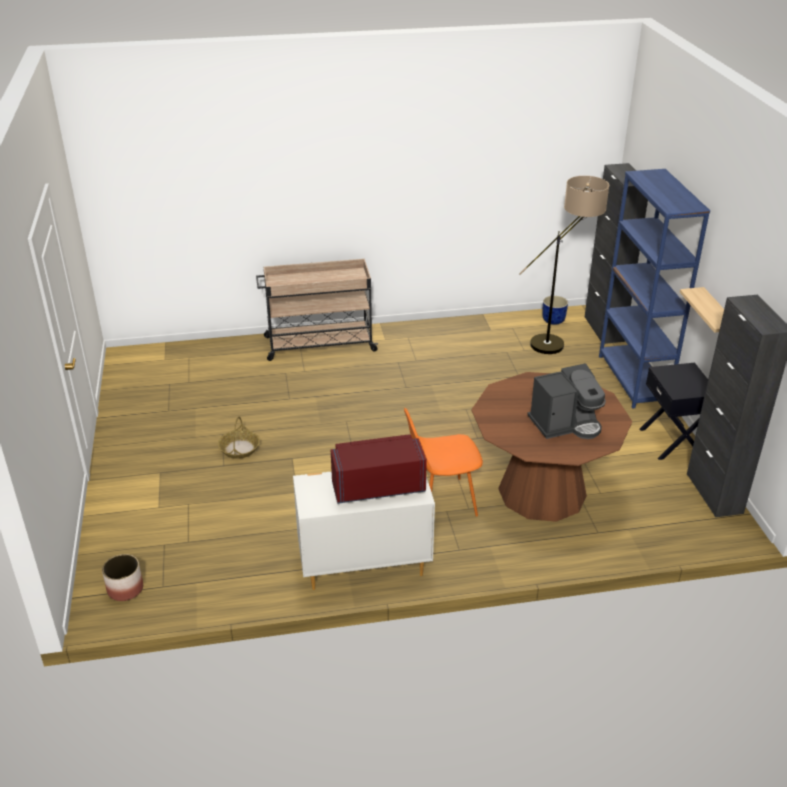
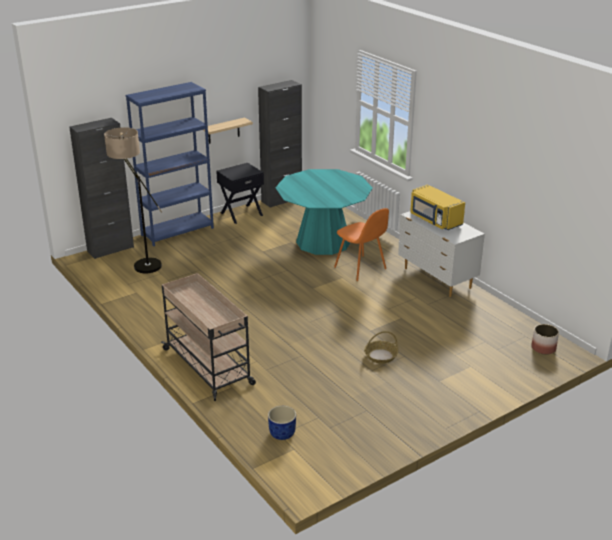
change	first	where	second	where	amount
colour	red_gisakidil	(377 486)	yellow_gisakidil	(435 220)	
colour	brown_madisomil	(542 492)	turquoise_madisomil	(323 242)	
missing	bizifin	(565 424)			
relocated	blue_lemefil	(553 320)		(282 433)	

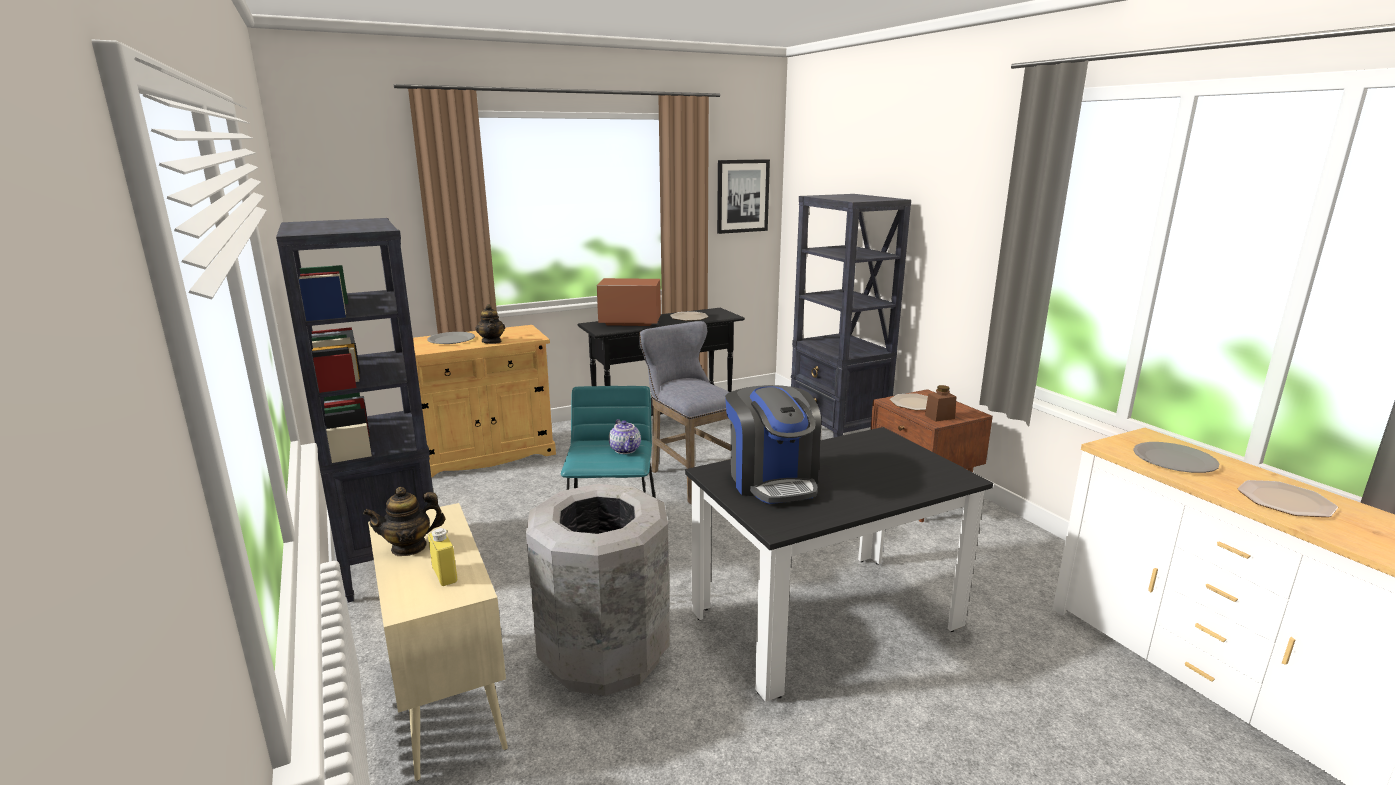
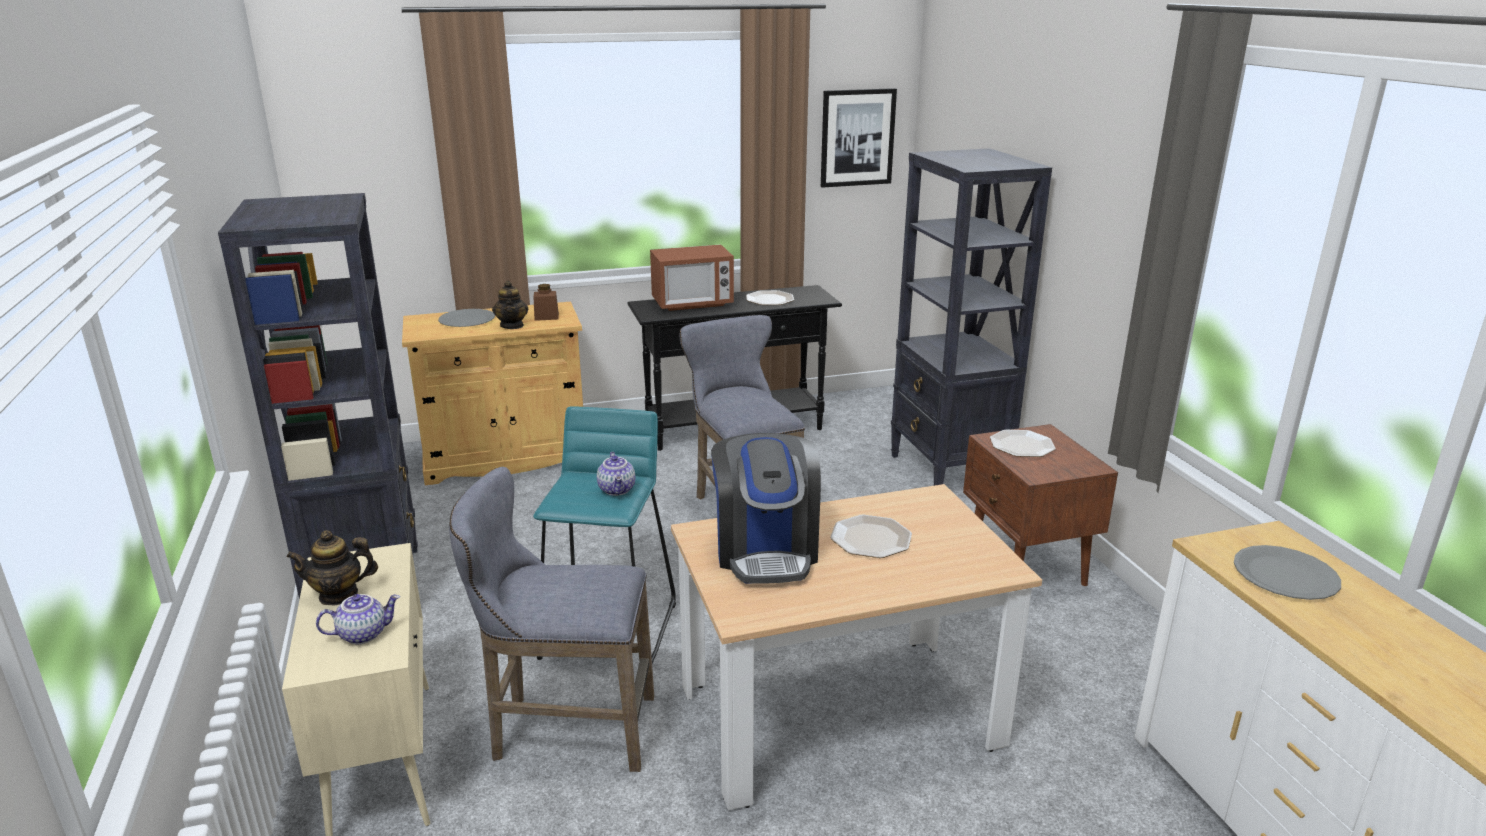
change	first	where	second	where	amount
exchanged	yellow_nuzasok	(444 575)	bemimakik	(363 634)	
exchanged	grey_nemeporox	(603 655)	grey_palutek	(565 730)	
spun	gisakidil	(630 322)		(692 303)	150 degrees clockwise
colour	black_madisomil	(826 619)	beige_madisomil	(839 717)	
relocated	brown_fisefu	(939 417)		(546 317)	
relocated	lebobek	(1286 501)		(871 539)	

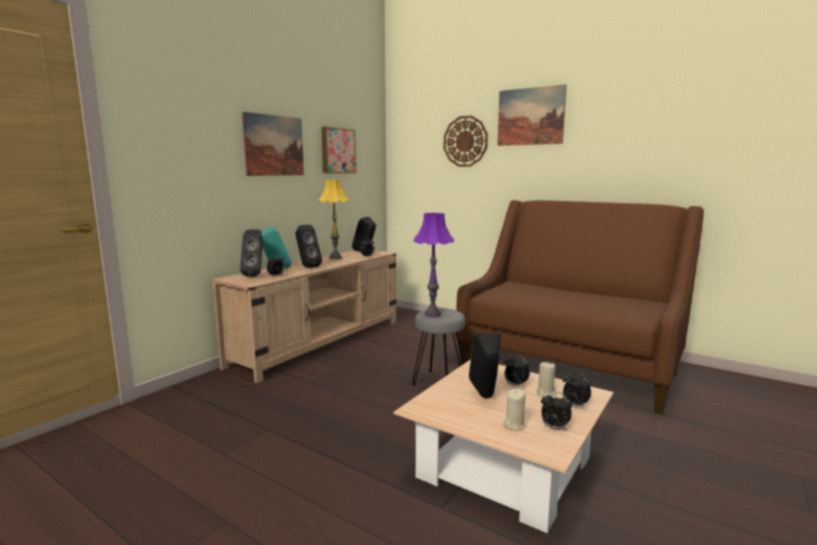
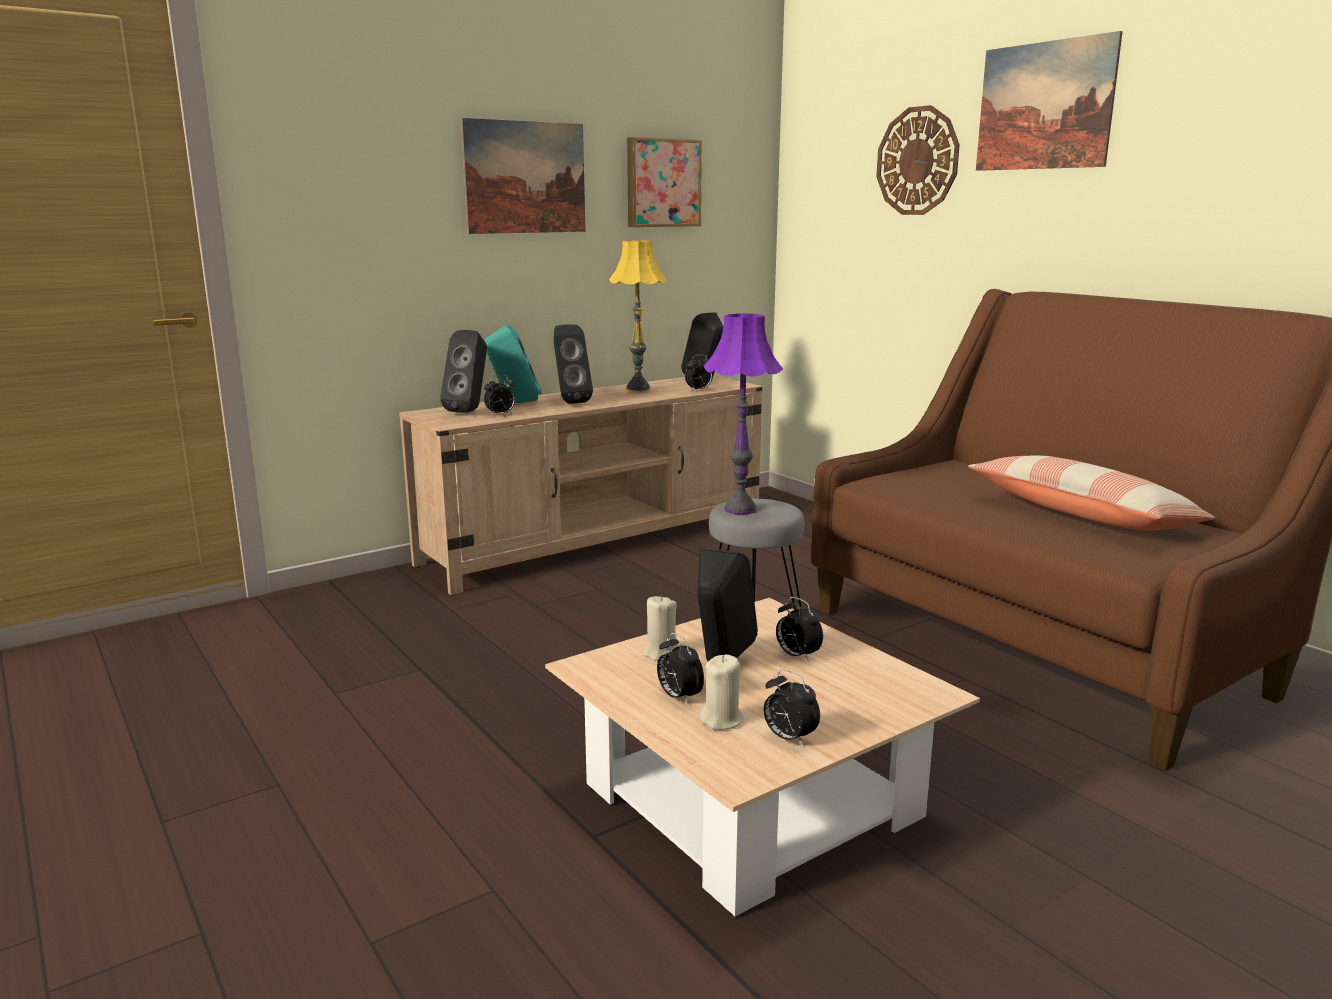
change	first	where	second	where	amount
relocated	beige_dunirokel	(546 393)		(661 653)	
relocated	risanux	(574 406)		(678 697)	
appeared			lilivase	(1082 515)	

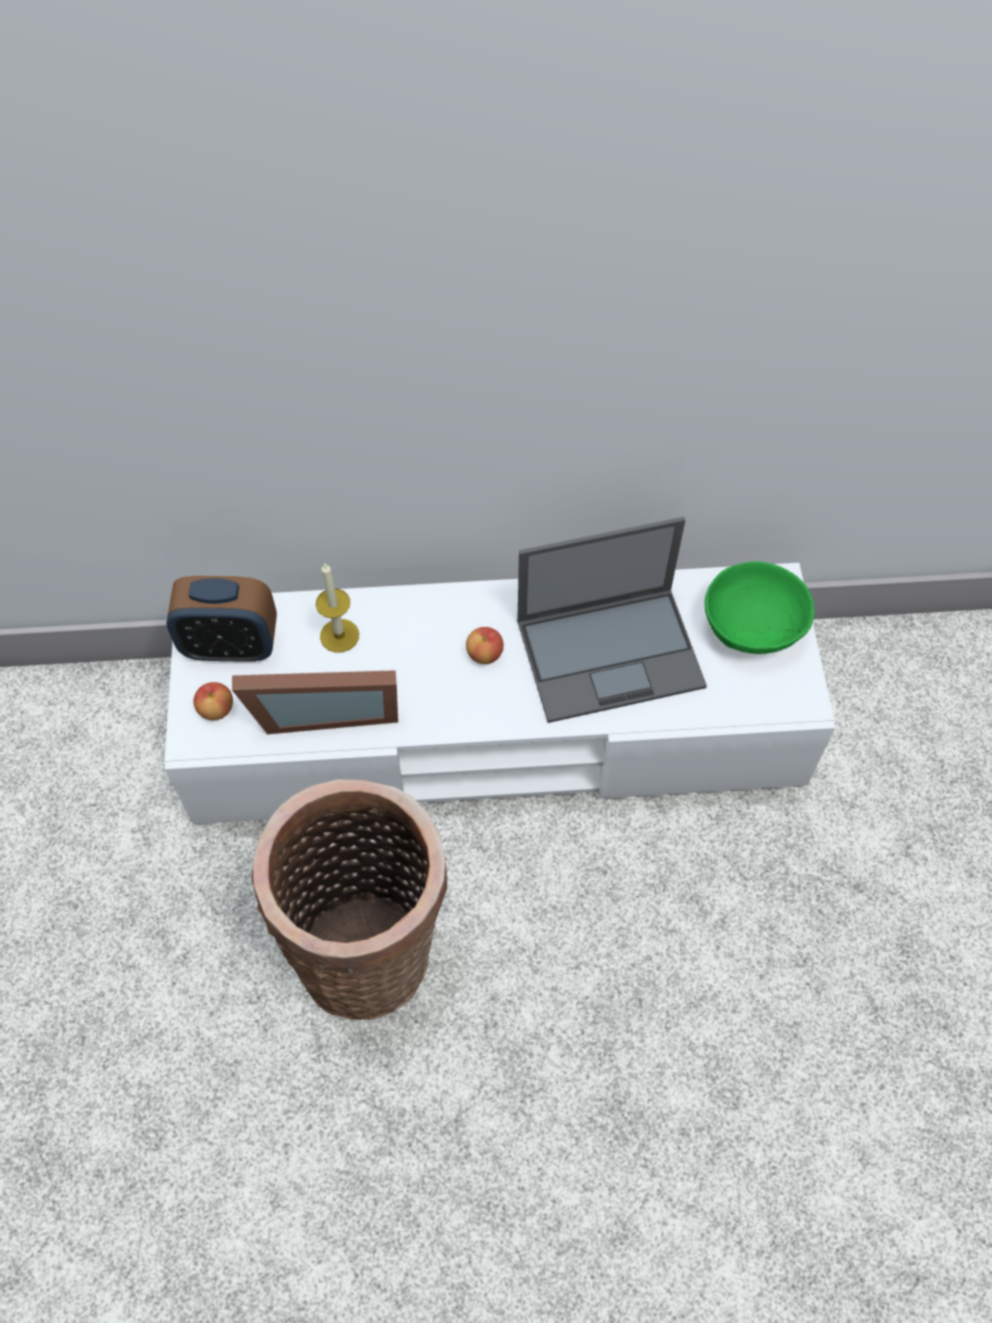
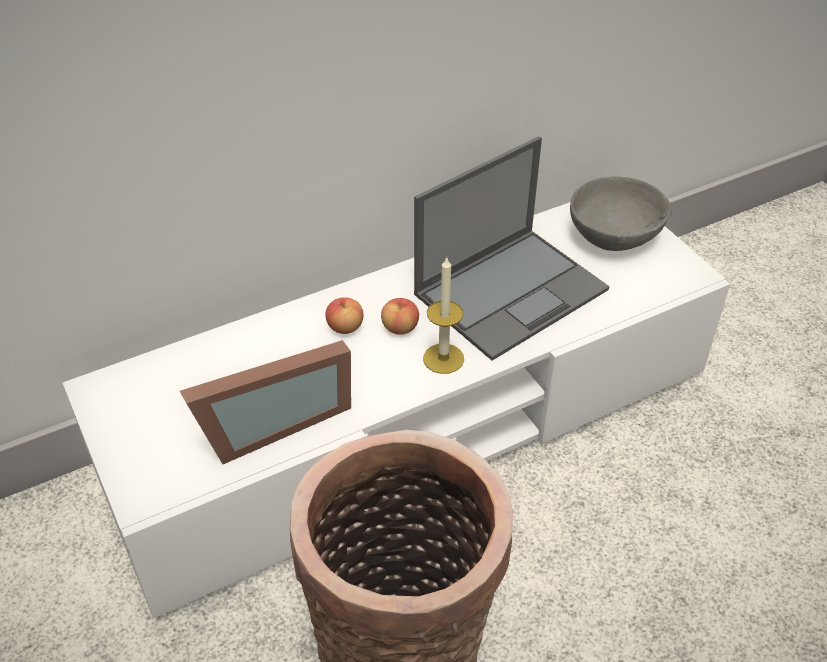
change	first	where	second	where	amount
missing	risanux	(231 646)			
relocated	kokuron	(216 709)		(345 327)	
relocated	dunirokel	(339 635)		(443 358)	
colour	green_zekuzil	(753 628)	grey_zekuzil	(615 237)	

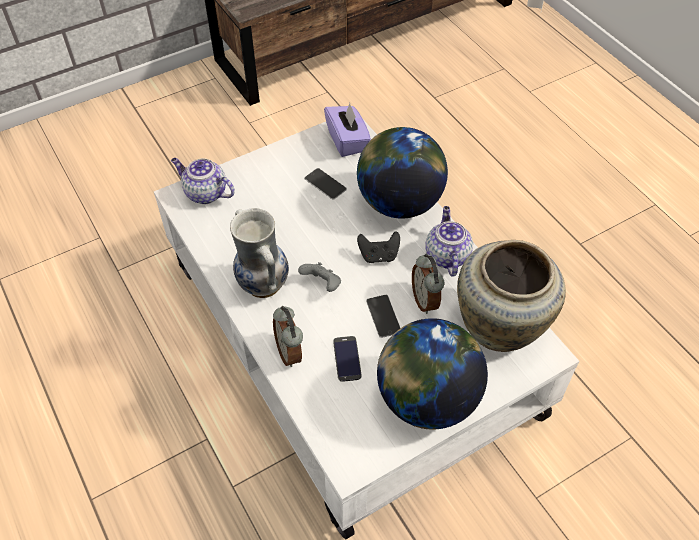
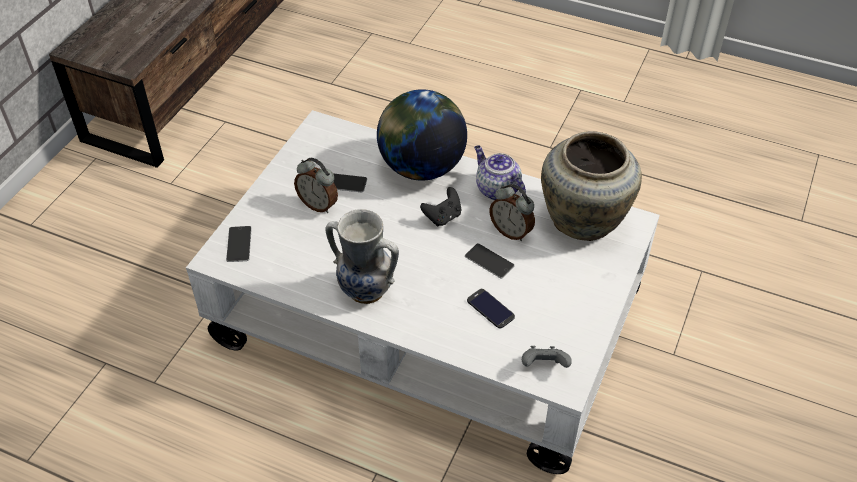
change	first	where	second	where	amount
exchanged	bemimakik	(205 193)	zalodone	(239 244)	
relocated	risanux	(290 352)		(318 204)	
relocated	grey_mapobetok	(322 284)		(544 366)	
missing	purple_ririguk	(347 141)			
missing	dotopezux	(426 399)			

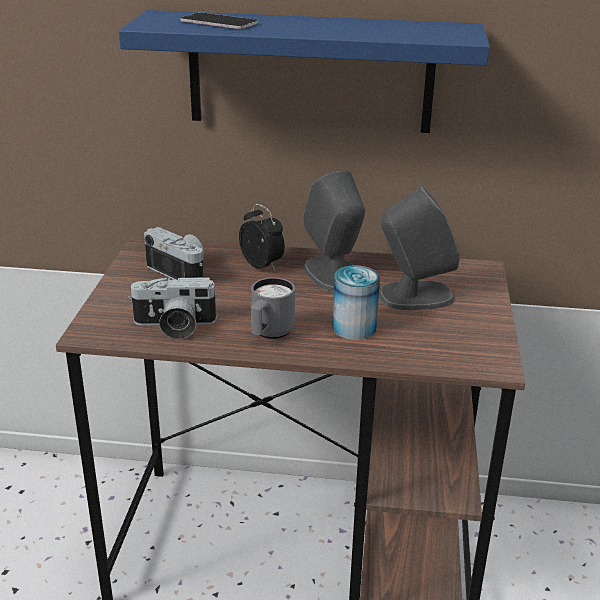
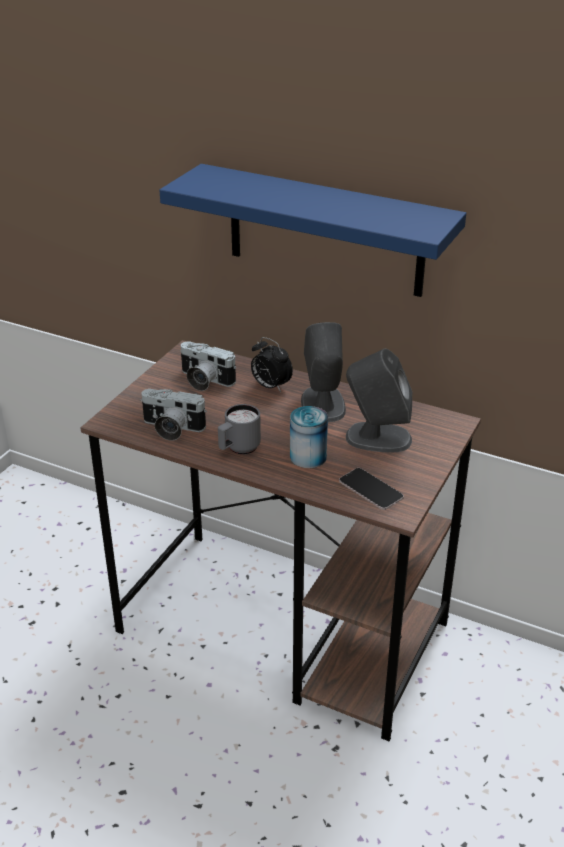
change	first	where	second	where	amount
spun	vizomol	(182 271)		(204 381)	150 degrees clockwise
relocated	zalodone	(219 22)		(370 489)	
spun	risanux	(262 266)		(270 386)	150 degrees clockwise

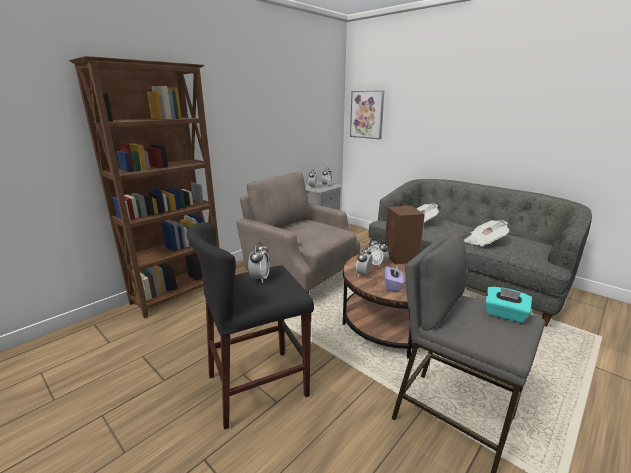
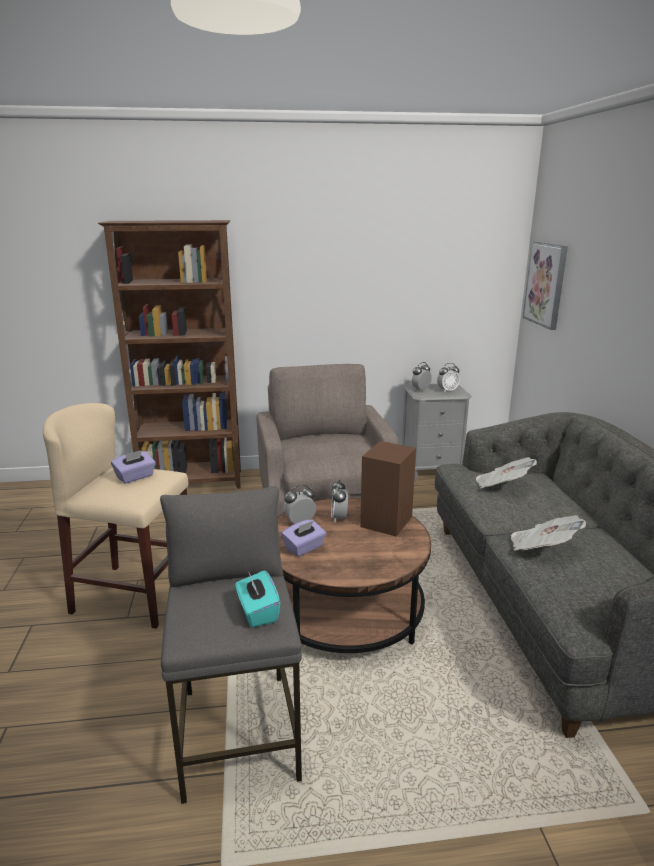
change	first	where	second	where	amount
colour	black_palutek	(258 385)	beige_palutek	(134 596)	
exchanged	risanux	(260 278)	purple_ririguk	(135 477)	

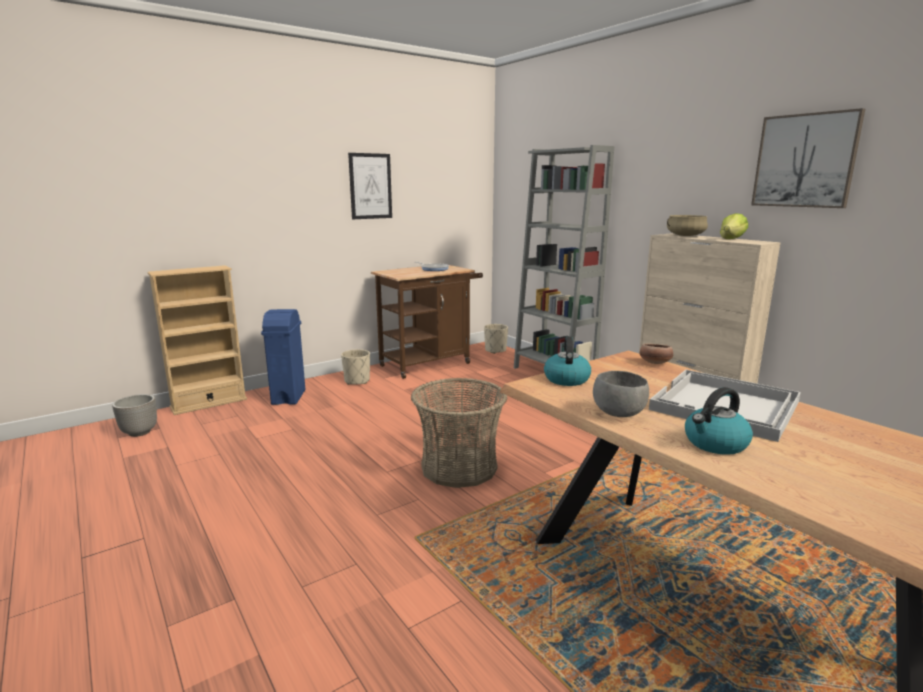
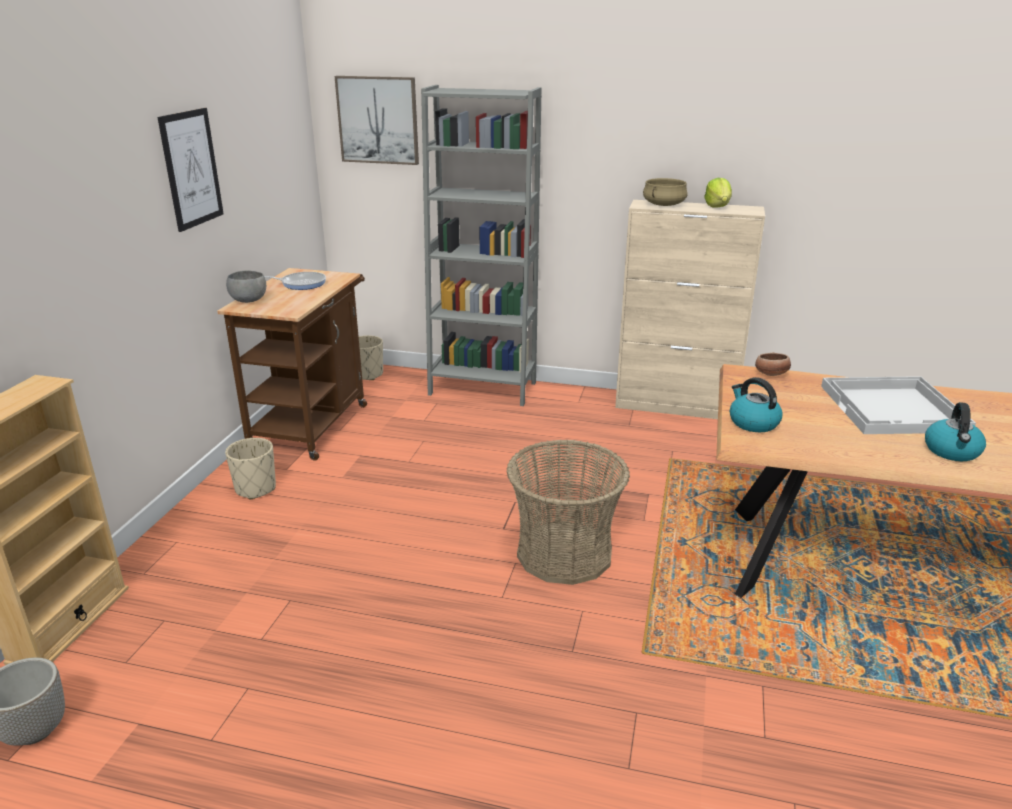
change	first	where	second	where	amount
missing	blue_nemeporox	(289 397)			
relocated	grey_zekuzil	(618 413)		(248 301)	
relocated	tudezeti	(805 161)		(378 120)	

